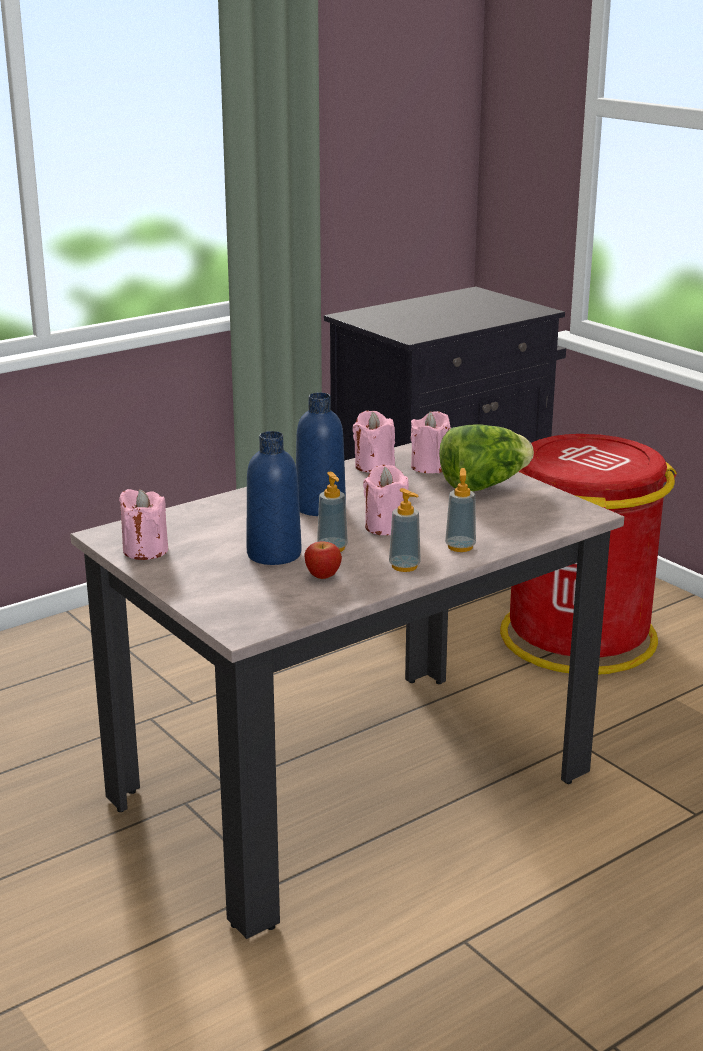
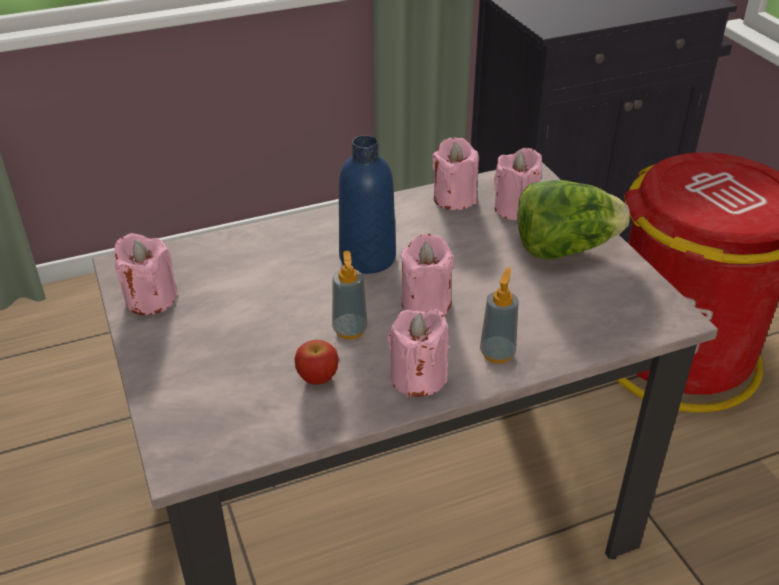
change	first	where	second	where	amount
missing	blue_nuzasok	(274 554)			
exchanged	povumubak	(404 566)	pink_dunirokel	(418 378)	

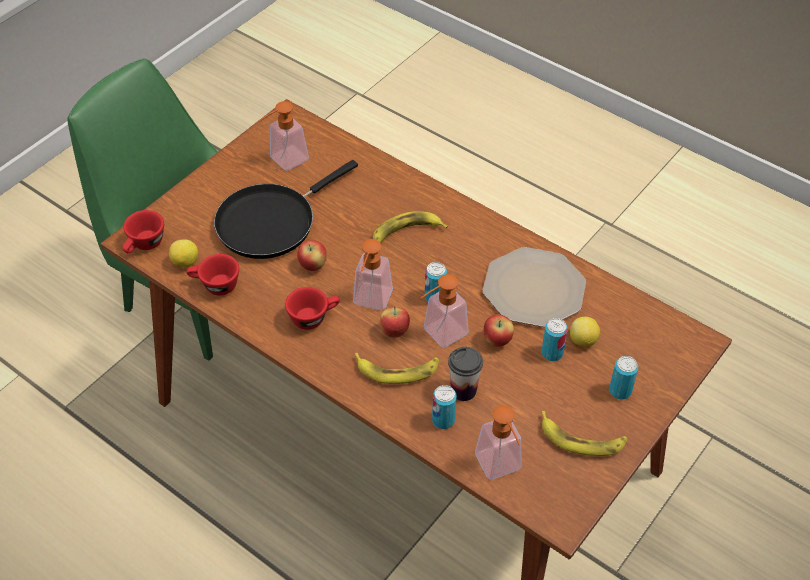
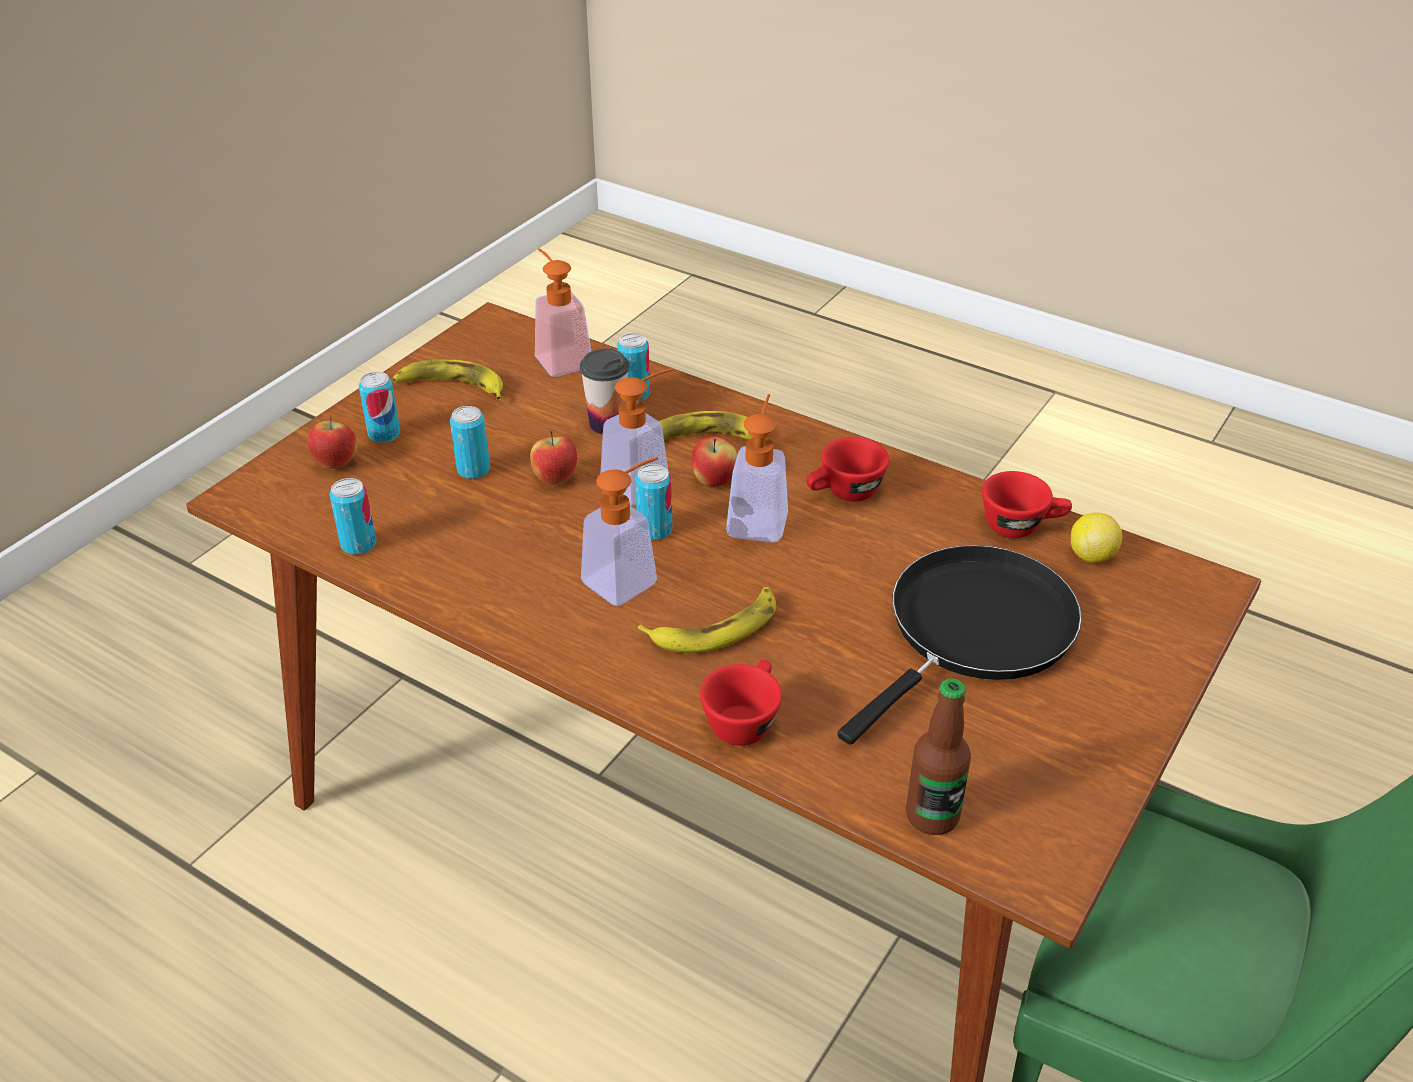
change	first	where	second	where	amount
relocated	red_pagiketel	(144 245)		(744 719)	
relocated	povumubak	(284 161)		(629 577)	
relocated	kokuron	(313 266)		(336 464)	
missing	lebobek	(533 288)			
missing	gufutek	(583 341)			
appeared			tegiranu	(358 544)	
appeared			nuzasok	(932 816)	

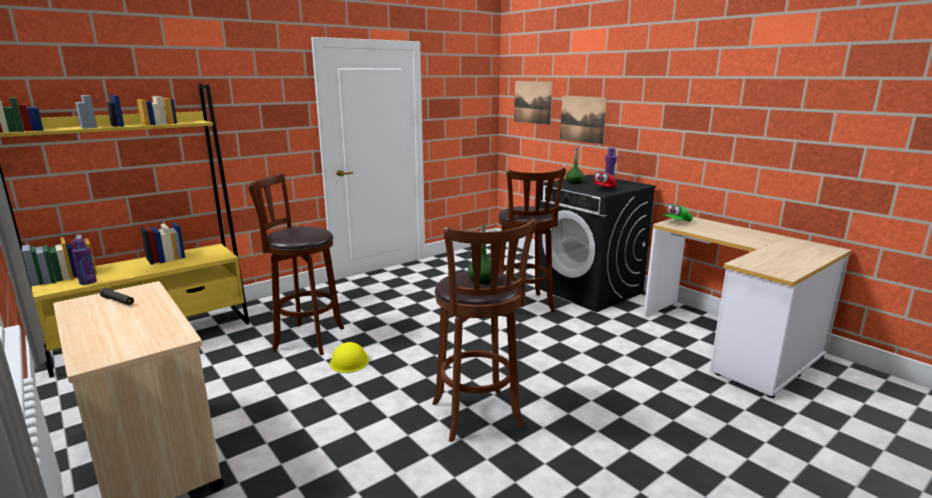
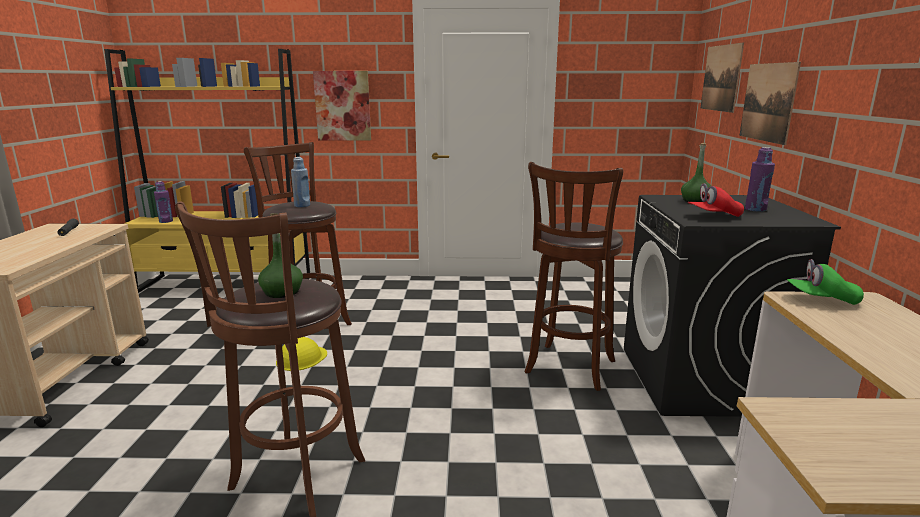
change	first	where	second	where	amount
appeared			blue_nuzasok	(302 205)	
appeared			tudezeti	(343 106)	

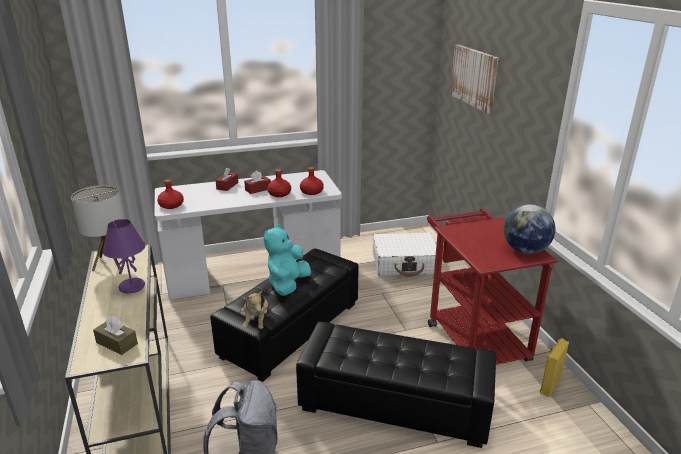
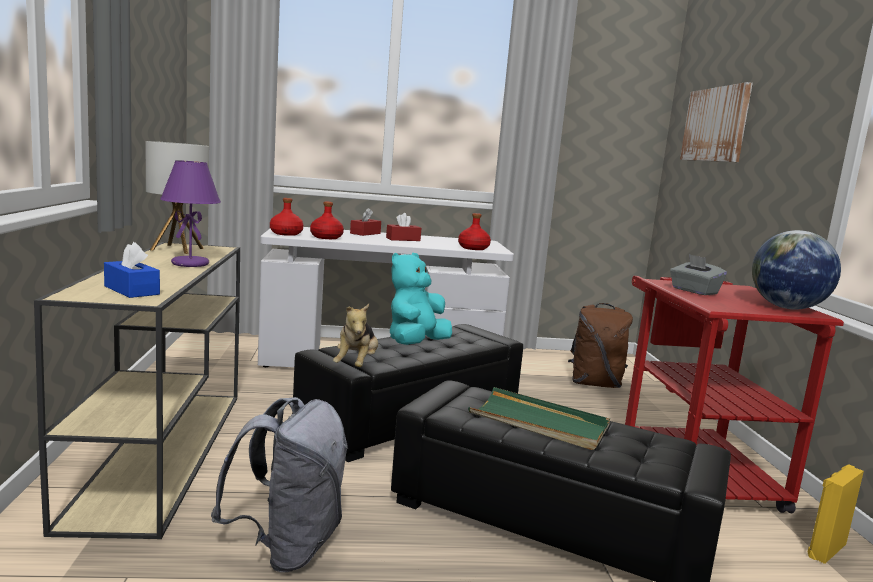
change	first	where	second	where	amount
colour	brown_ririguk	(117 343)	blue_ririguk	(131 290)	
relocated	red_nuzasok	(279 194)		(326 237)	
exchanged	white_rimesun	(405 263)	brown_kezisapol	(595 384)	
appeared			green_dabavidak	(539 423)	
appeared			grey_ririguk	(694 291)	

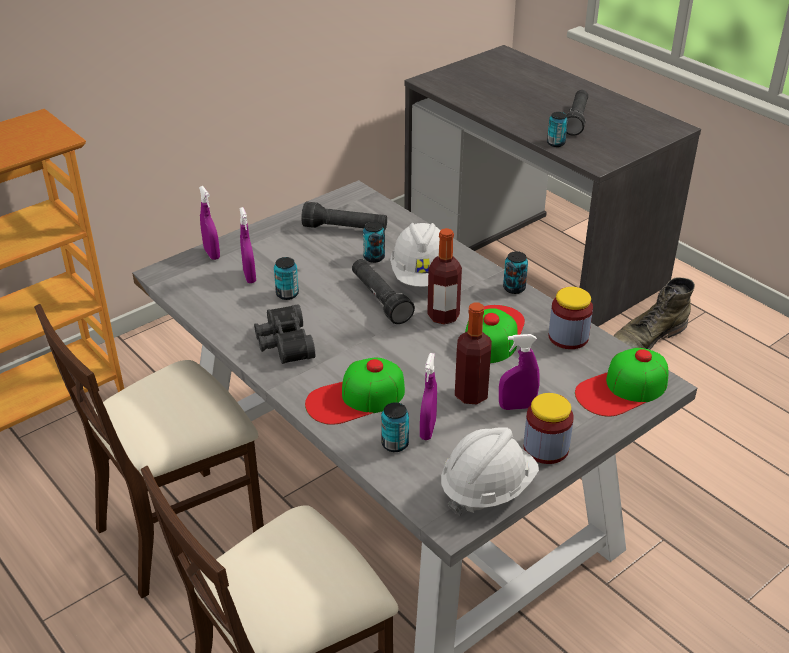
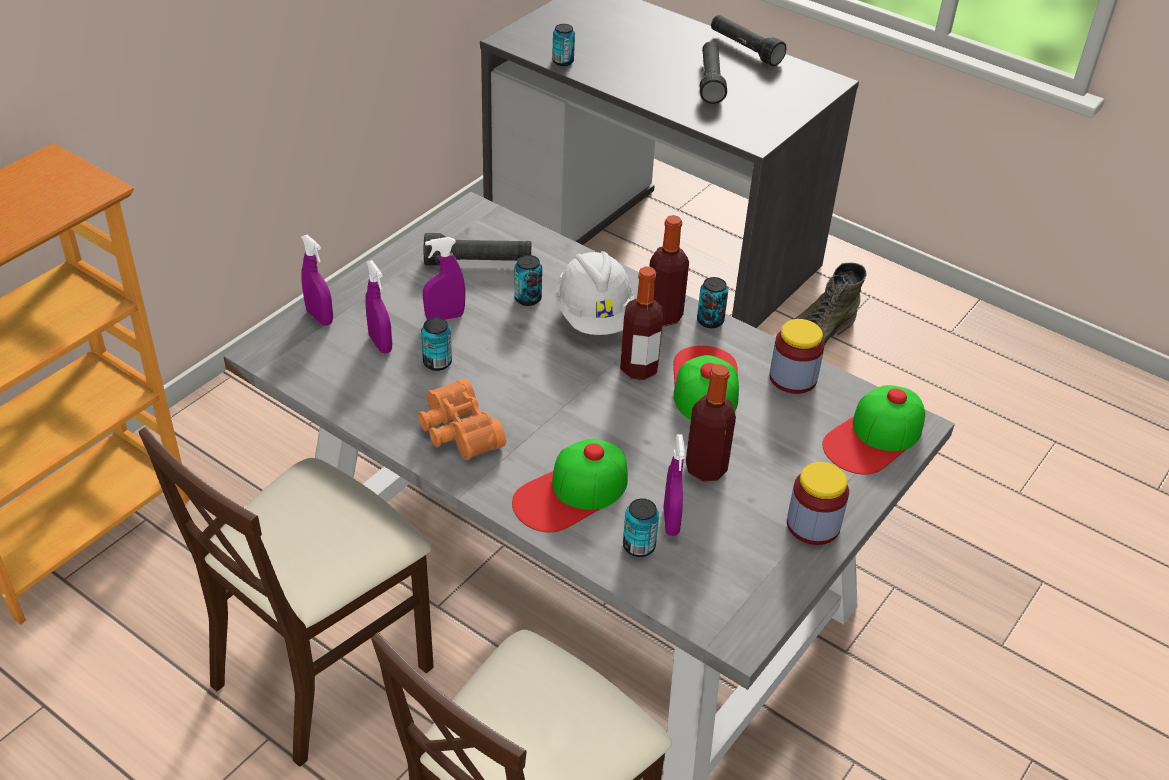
change	first	where	second	where	amount
colour	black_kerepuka	(283 344)	orange_kerepuka	(456 432)	
relocated	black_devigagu	(380 299)		(745 49)	
missing	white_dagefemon	(487 488)			
relocated	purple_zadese	(517 406)		(445 317)	
relocated	tegiranu	(556 143)		(563 61)	
appeared			nuzasok	(664 316)	

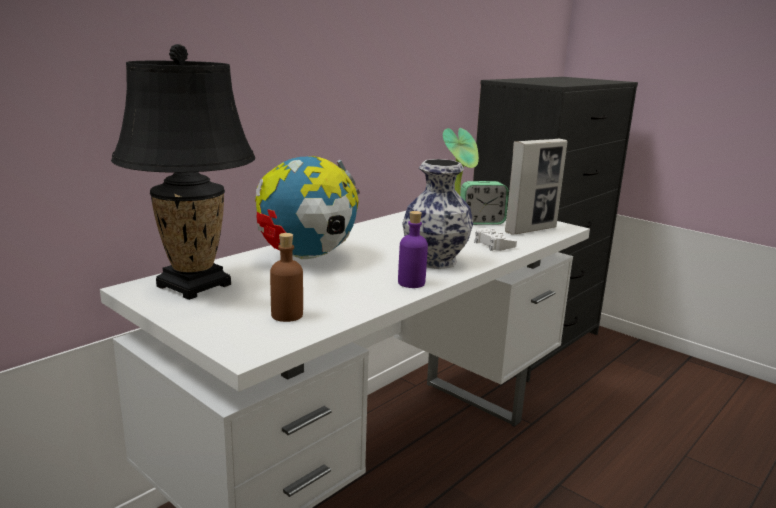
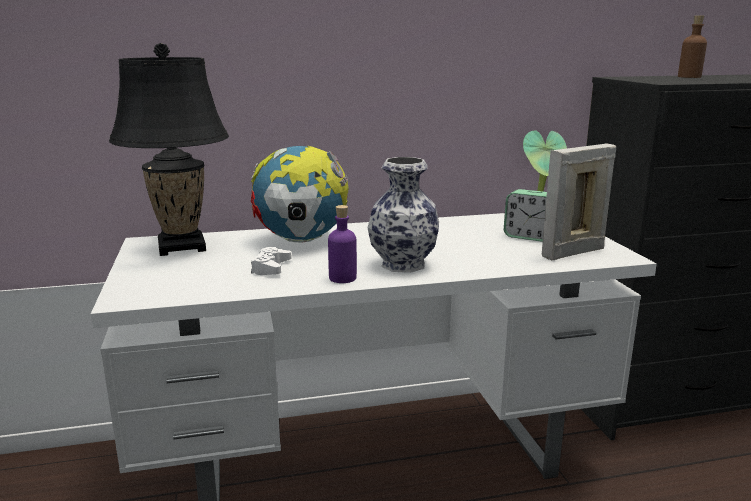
change	first	where	second	where	amount
relocated	brown_nuzasok	(287 315)		(689 77)	
relocated	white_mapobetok	(493 244)		(271 268)	
spun	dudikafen	(531 230)		(572 253)	150 degrees clockwise

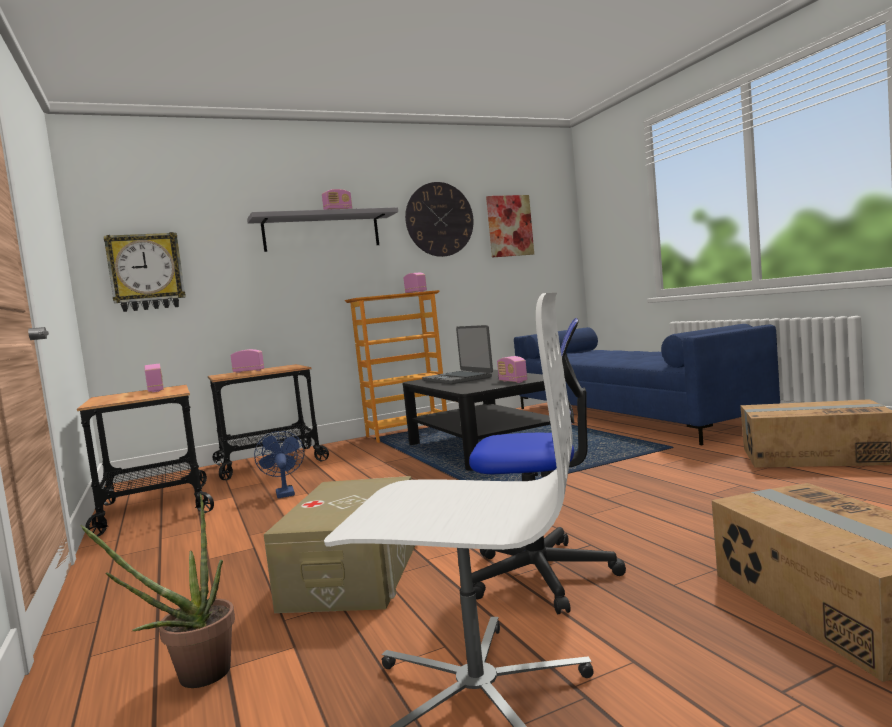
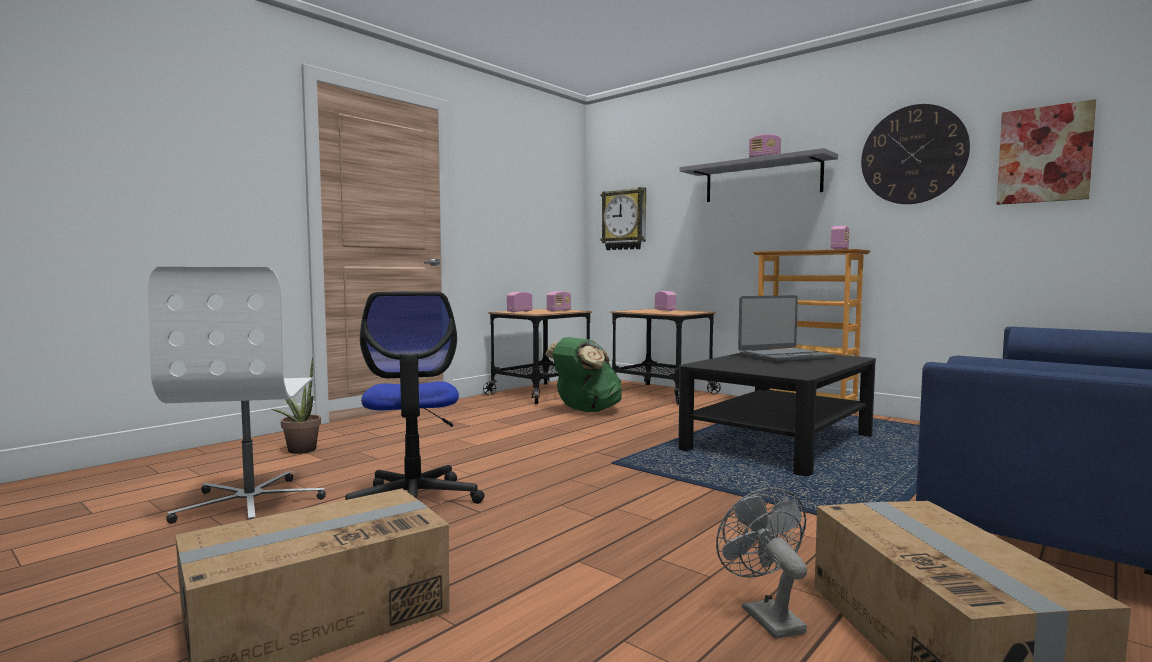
change	first	where	second	where	amount
exchanged	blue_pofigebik	(284 492)	green_kezisapol	(586 410)	
missing	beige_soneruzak	(354 572)			
spun	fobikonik	(457 379)		(785 357)	150 degrees counterclockwise
relocated	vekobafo	(512 381)		(519 311)	
appeared			grey_pofigebik	(765 615)	

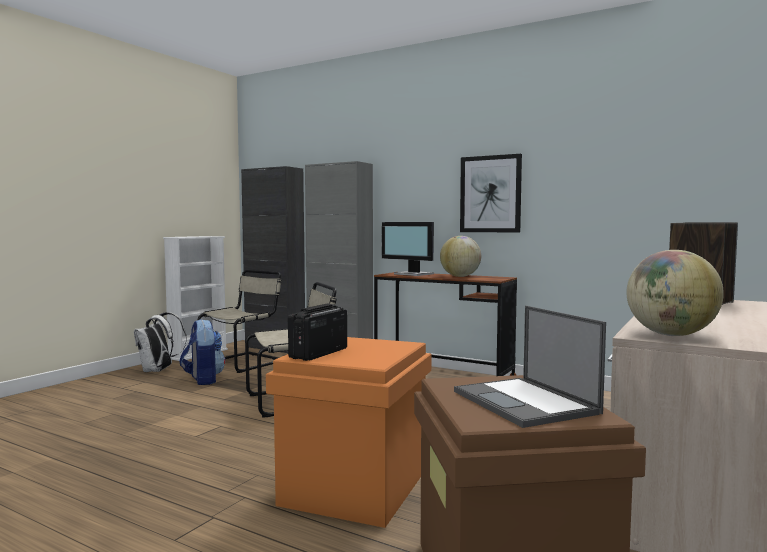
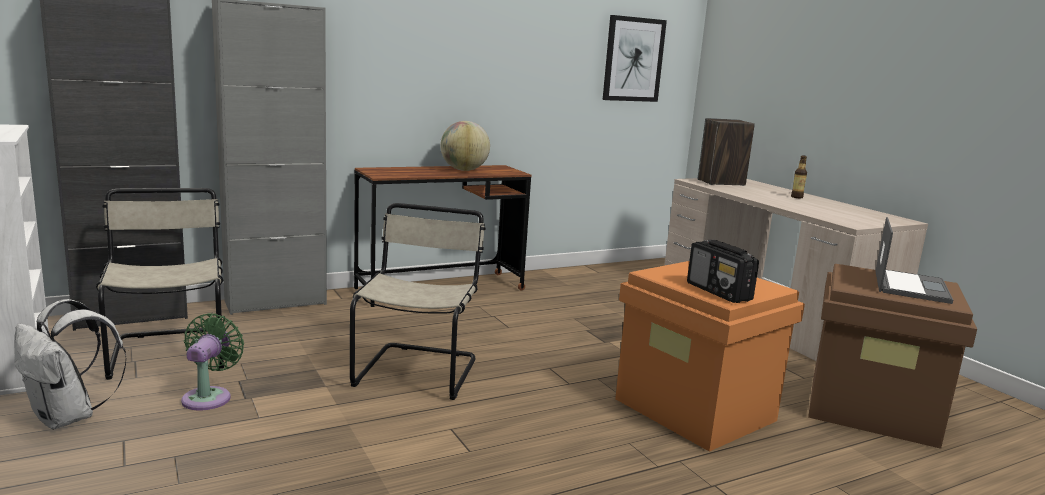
change	first	where	second	where	amount
exchanged	kezisapol	(203 380)	green_pofigebik	(209 397)	
missing	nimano	(413 274)			
spun	fobikonik	(526 402)		(910 286)	75 degrees counterclockwise
relocated	tudezeti	(490 194)		(633 59)	
missing	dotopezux	(671 335)			
appeared			nuzasok	(797 197)	

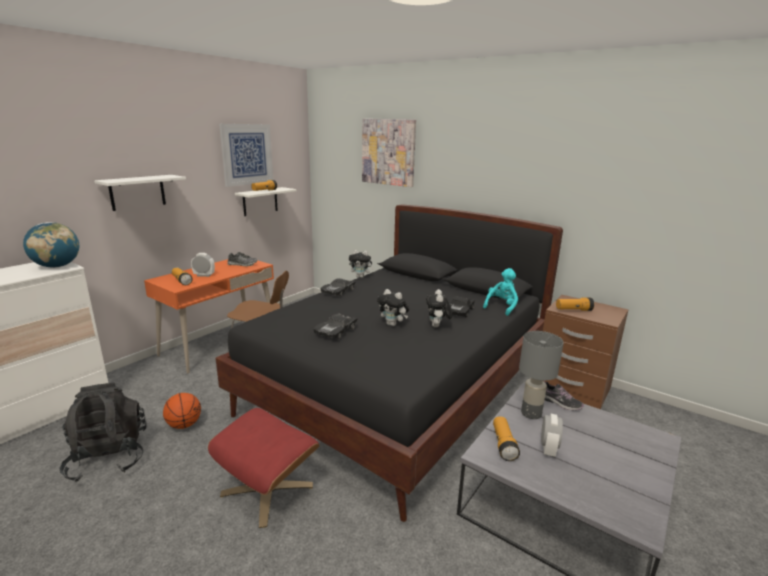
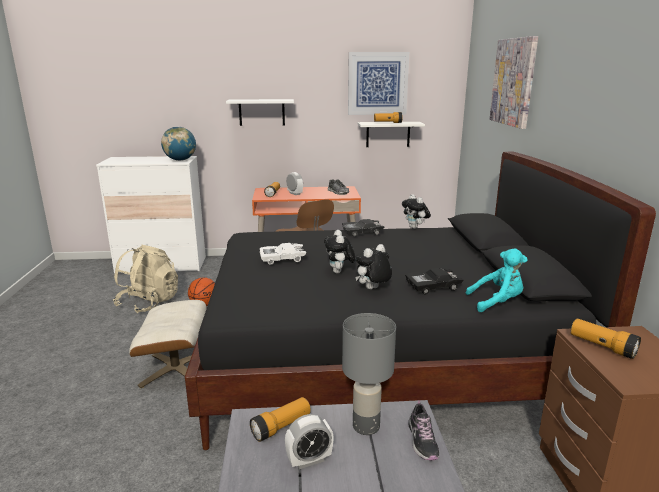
change	first	where	second	where	amount
colour	black_kezisapol	(109 457)	beige_kezisapol	(149 303)	
colour	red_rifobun	(268 489)	beige_rifobun	(176 369)	
colour	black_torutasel	(336 331)	white_torutasel	(282 258)	

